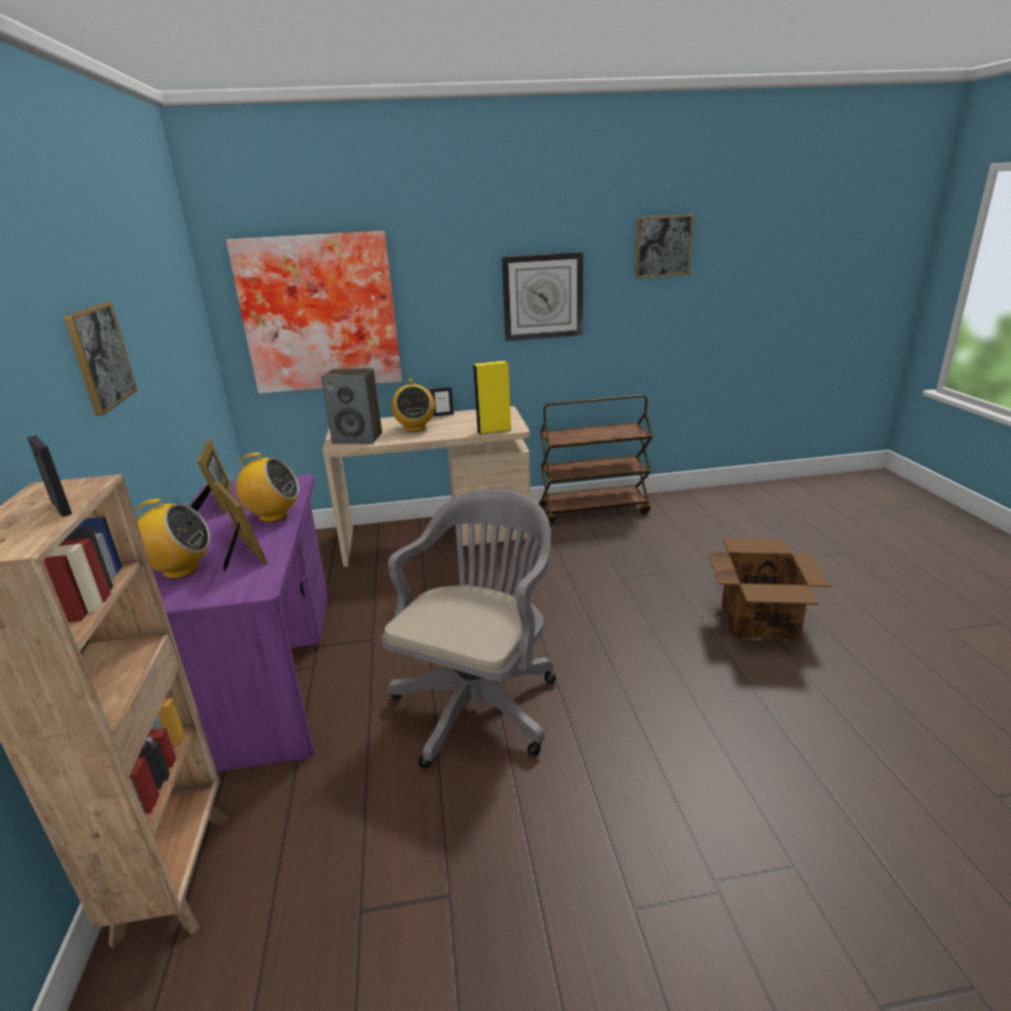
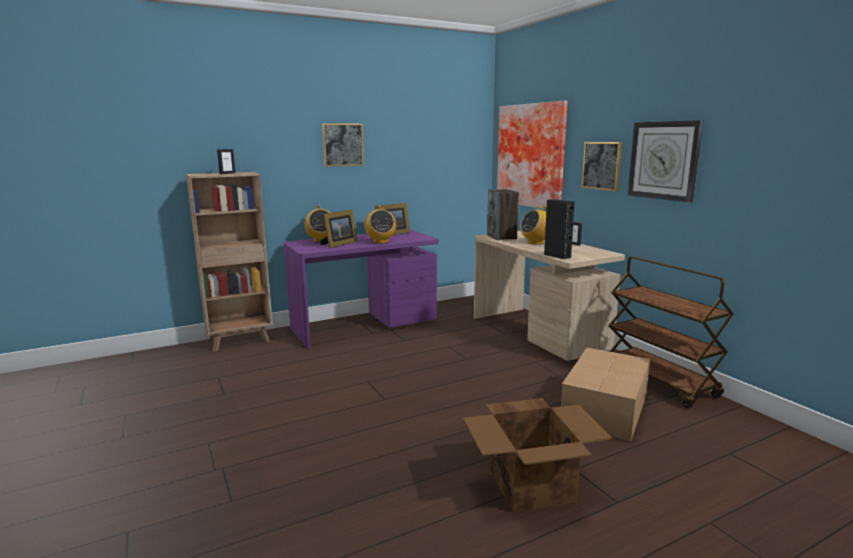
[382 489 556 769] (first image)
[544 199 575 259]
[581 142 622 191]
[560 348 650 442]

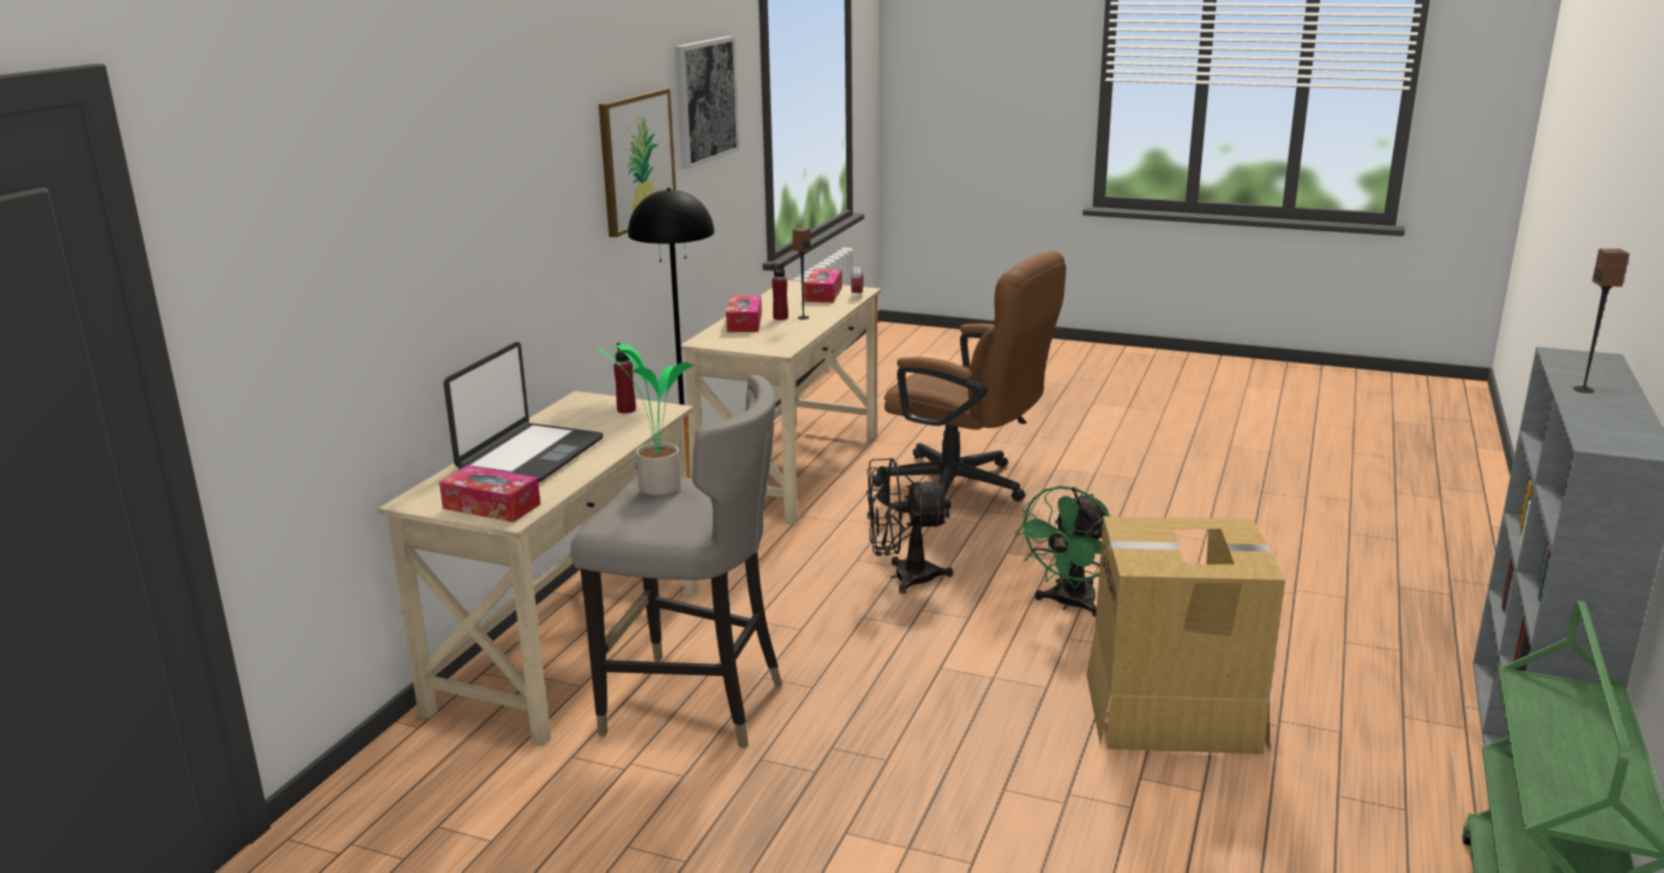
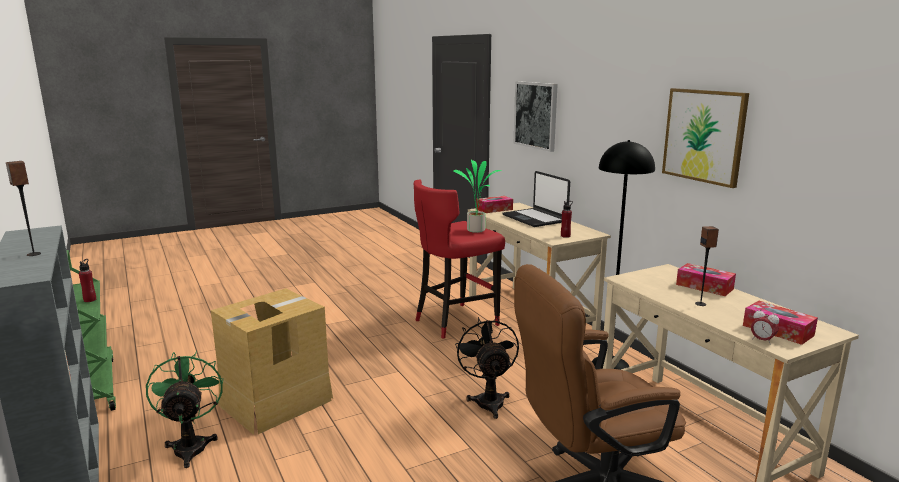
[414 180 505 339]
[513 81 558 152]
[79 259 96 302]
[455 317 519 419]
[146 351 223 468]

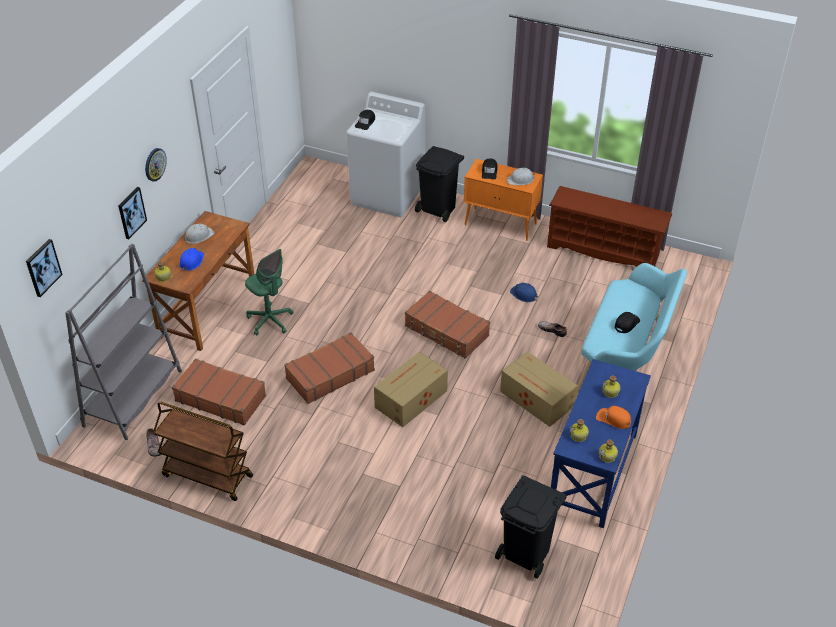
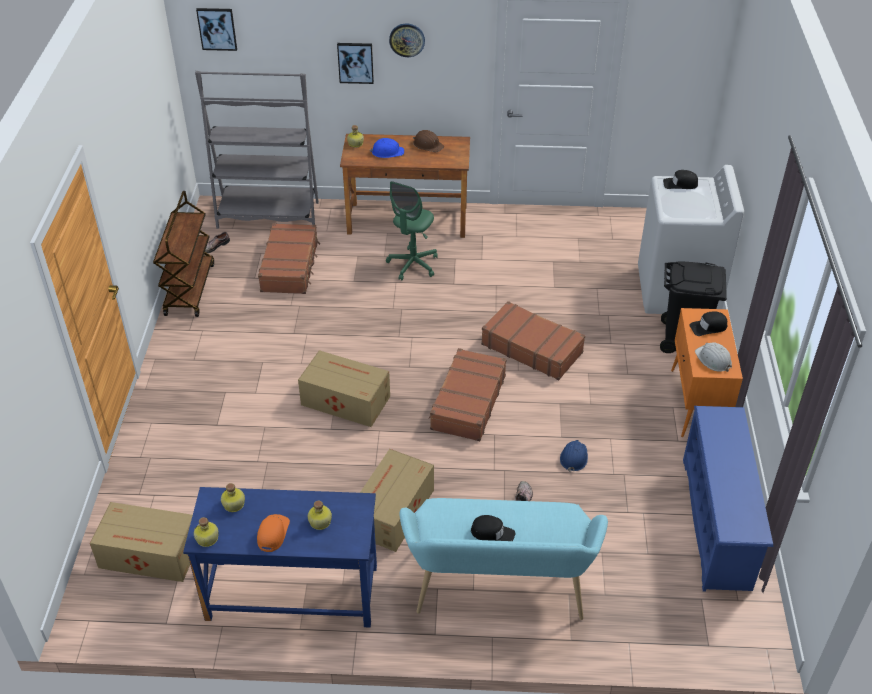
[413 130 444 152]
[481 301 585 380]
[90 502 193 582]
[683 406 773 592]

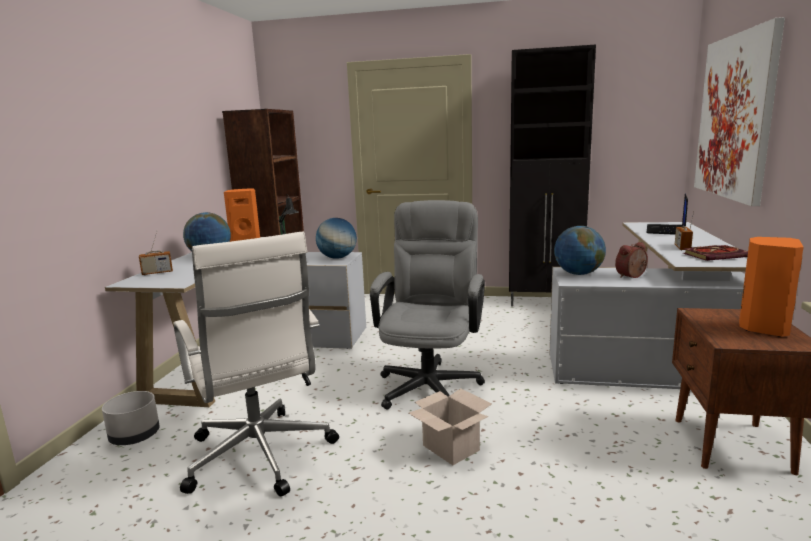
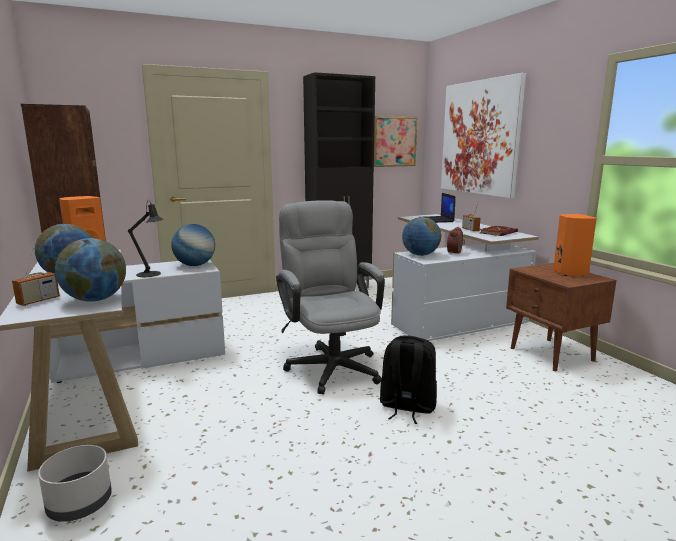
[173 231 339 497] (first image)
[380 336 437 424]
[55 238 126 302]
[374 116 418 167]

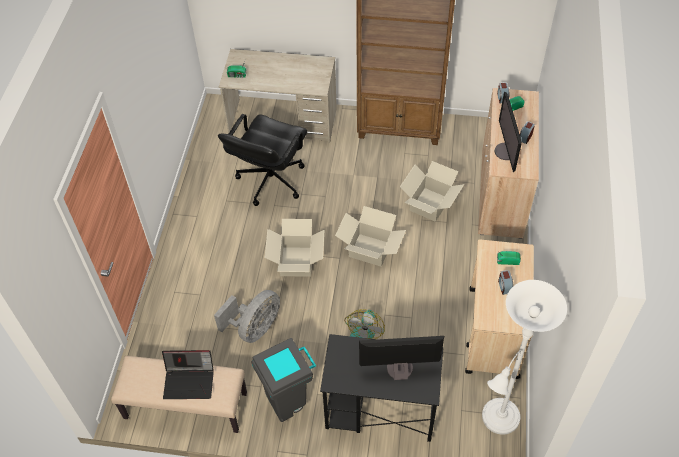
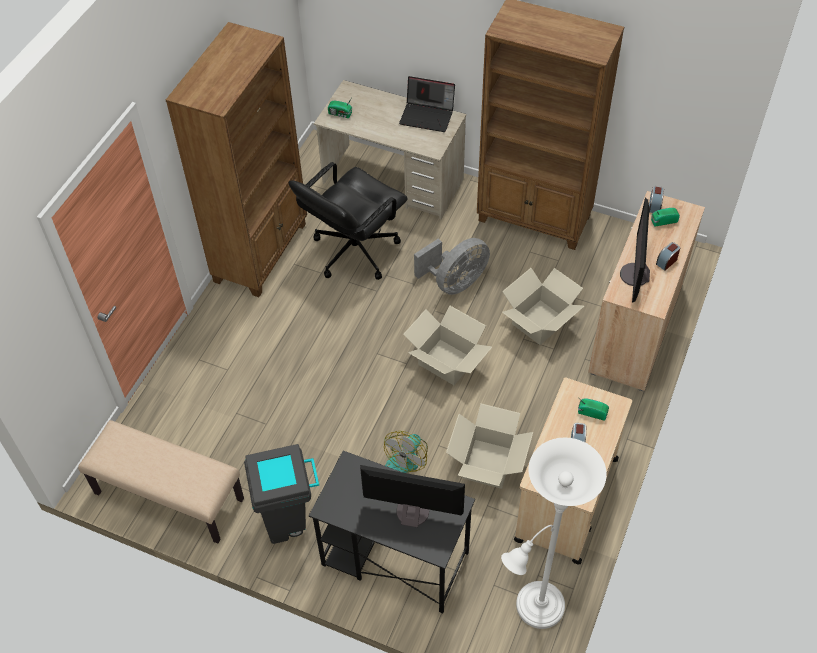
[399 76 455 132]
[414 238 490 295]
[446 403 533 489]
[166 22 307 297]

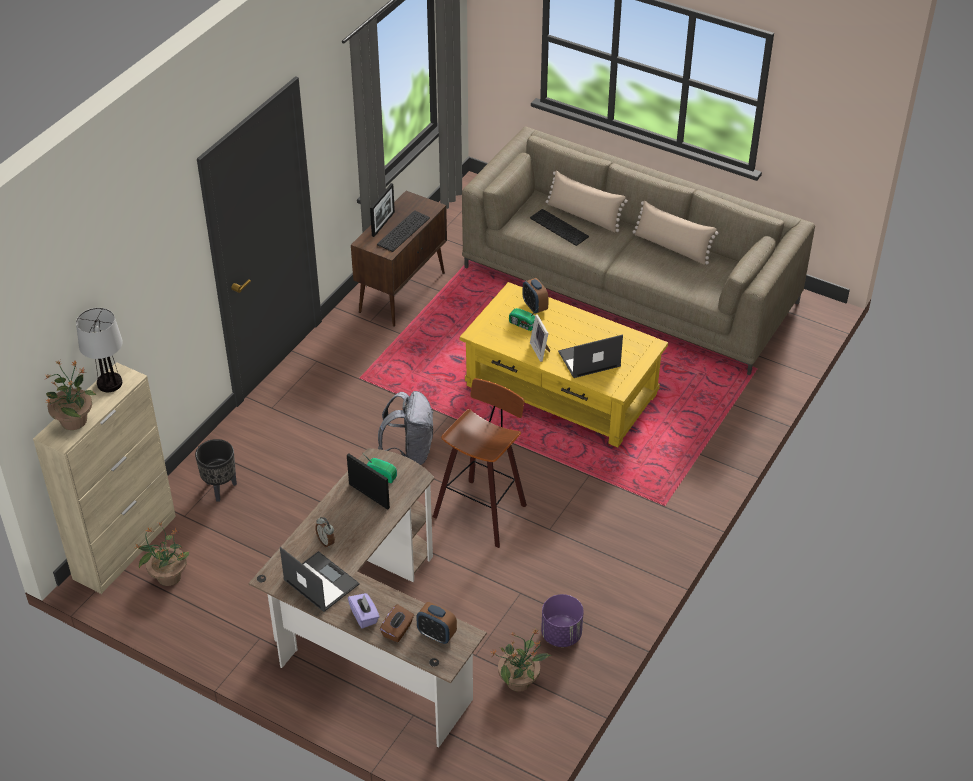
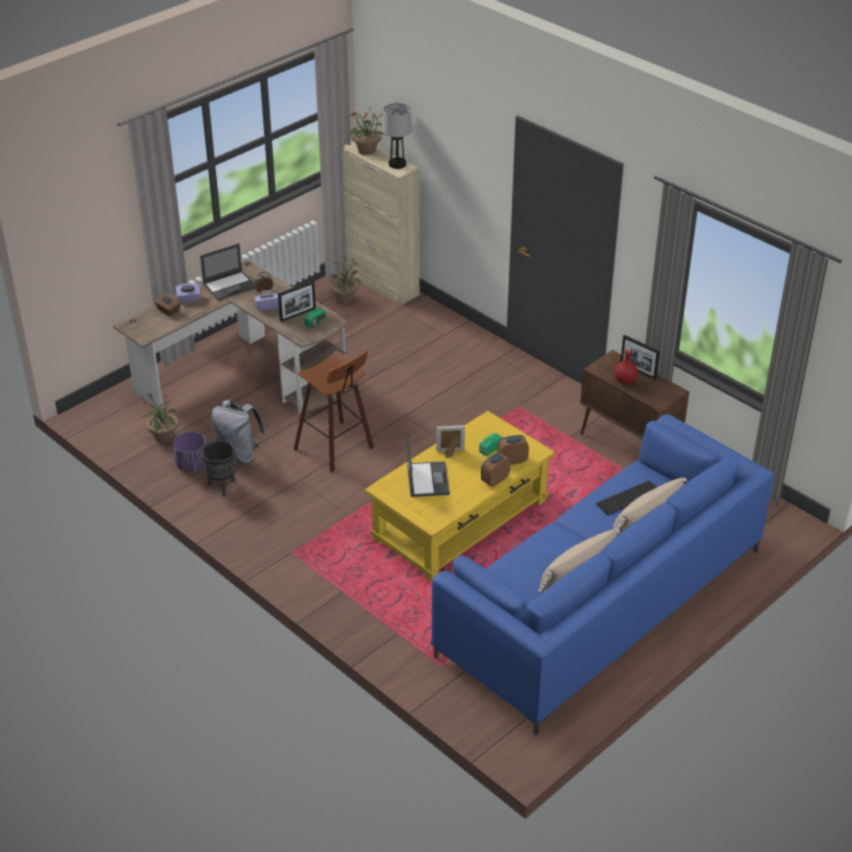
[202 441 236 496]
[614 348 638 384]
[211 400 265 464]
[481 452 511 487]
[431 414 774 735]
[254 290 279 311]

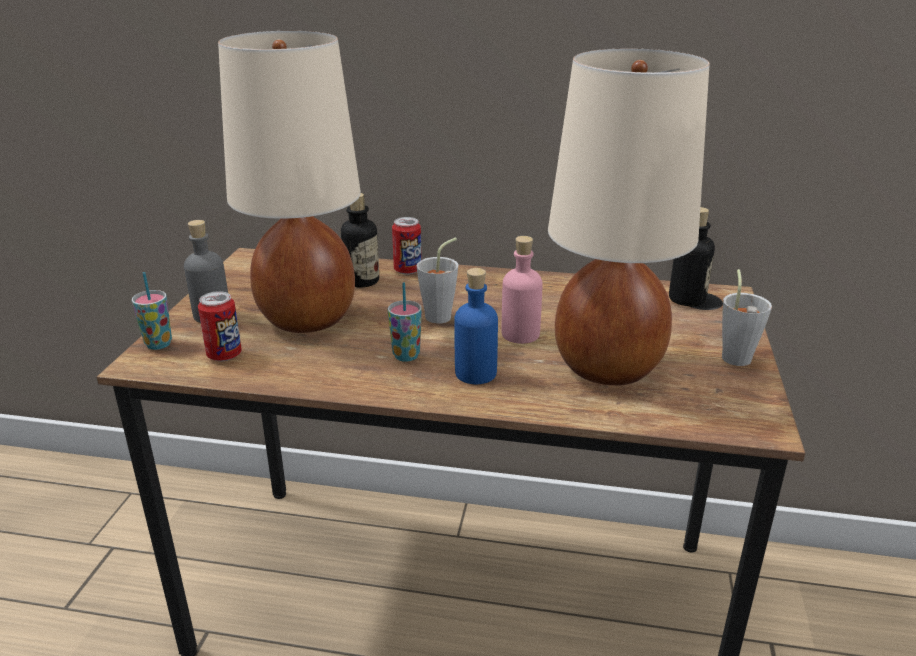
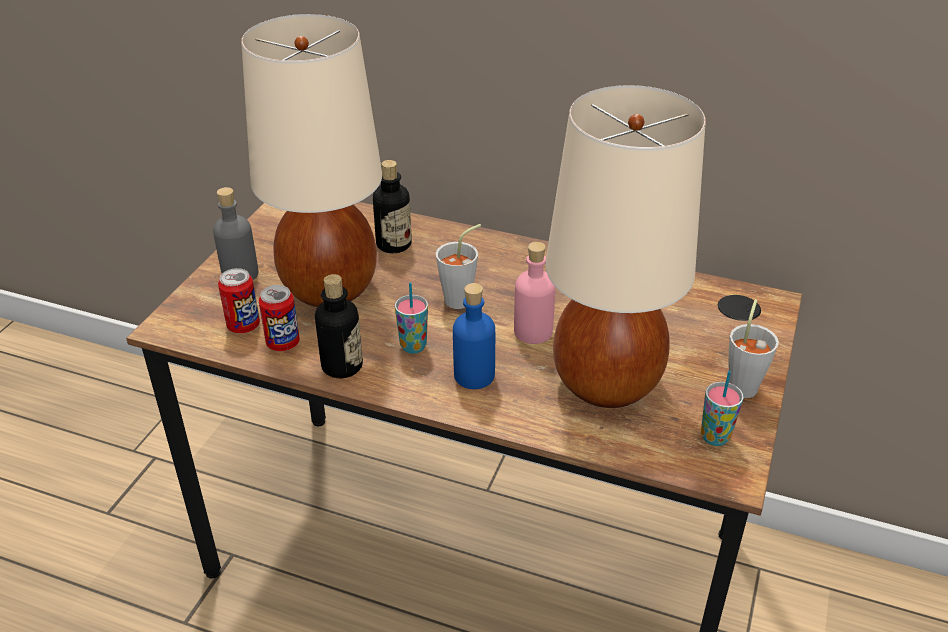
[701 371 744 446]
[259 285 300 351]
[315 274 363 378]

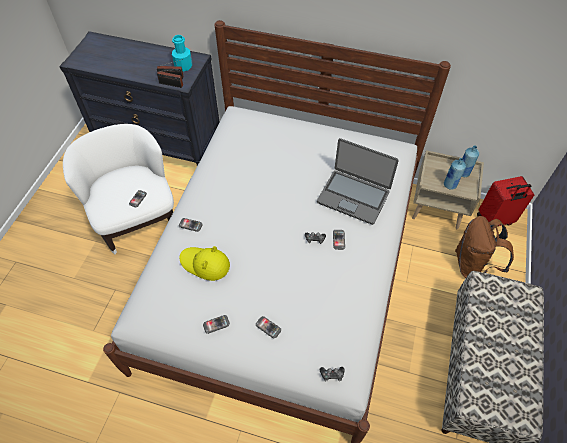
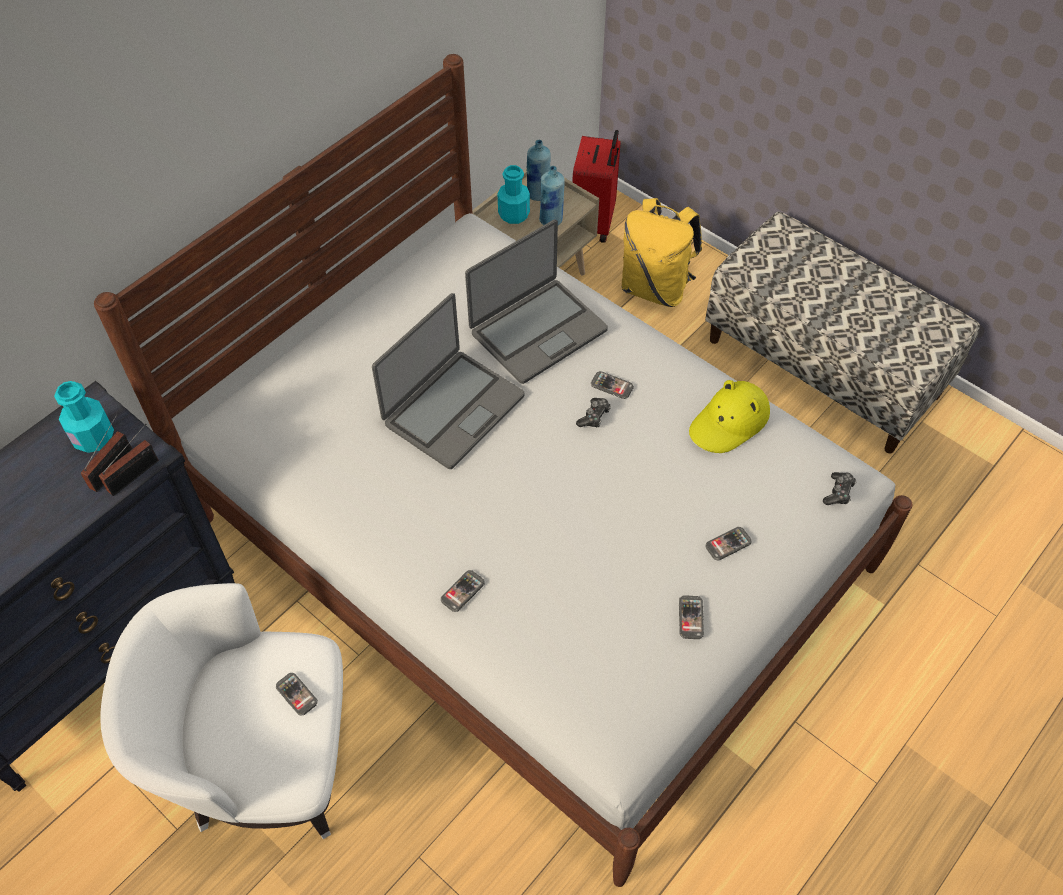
[689 380 770 453]
[621 198 702 307]
[372 293 524 469]
[497 165 530 224]

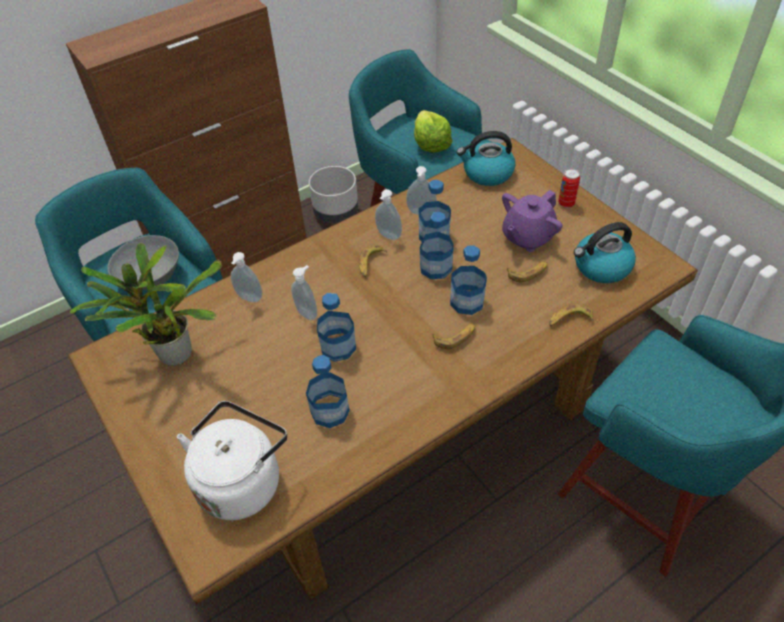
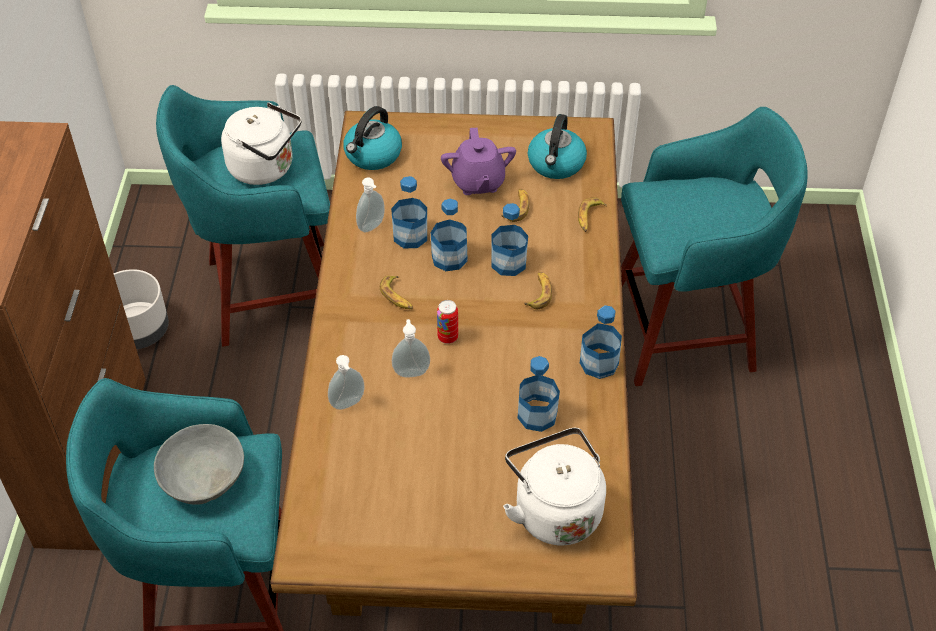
[70 243 222 366] (first image)
[580 305 622 379]
[375 189 402 240] (first image)
[221 103 302 185]
[437 300 458 344]

